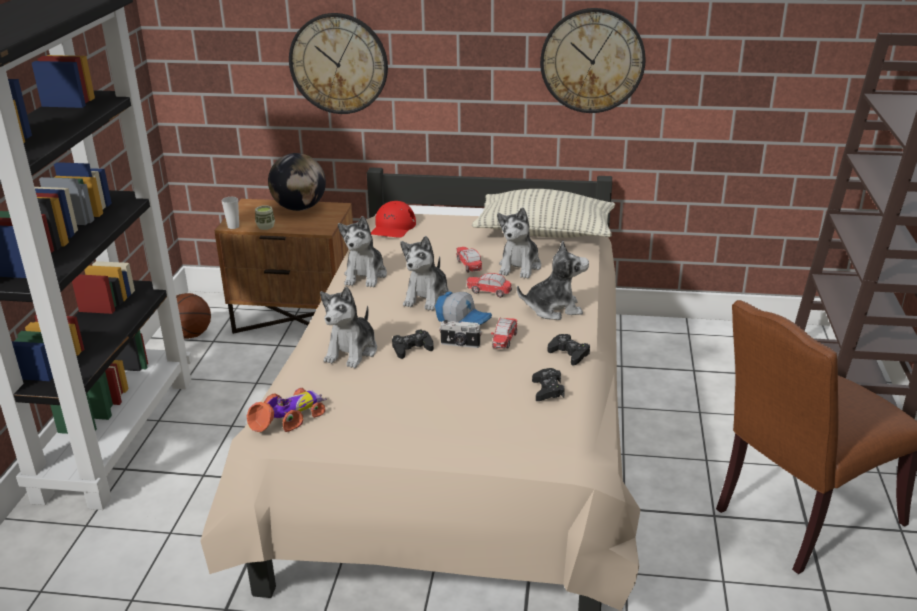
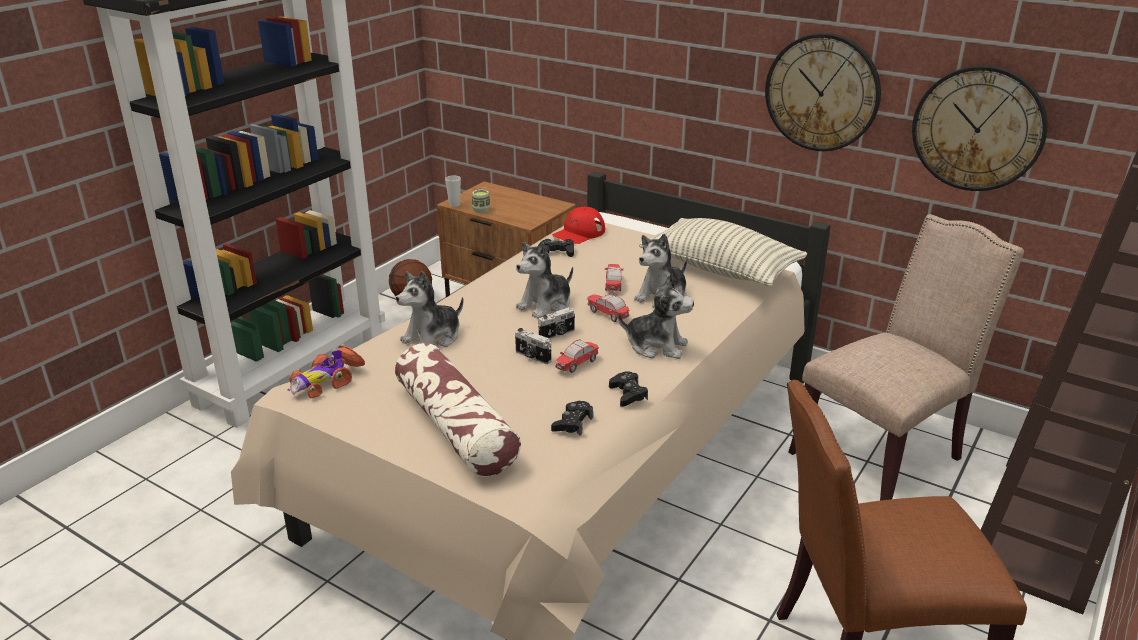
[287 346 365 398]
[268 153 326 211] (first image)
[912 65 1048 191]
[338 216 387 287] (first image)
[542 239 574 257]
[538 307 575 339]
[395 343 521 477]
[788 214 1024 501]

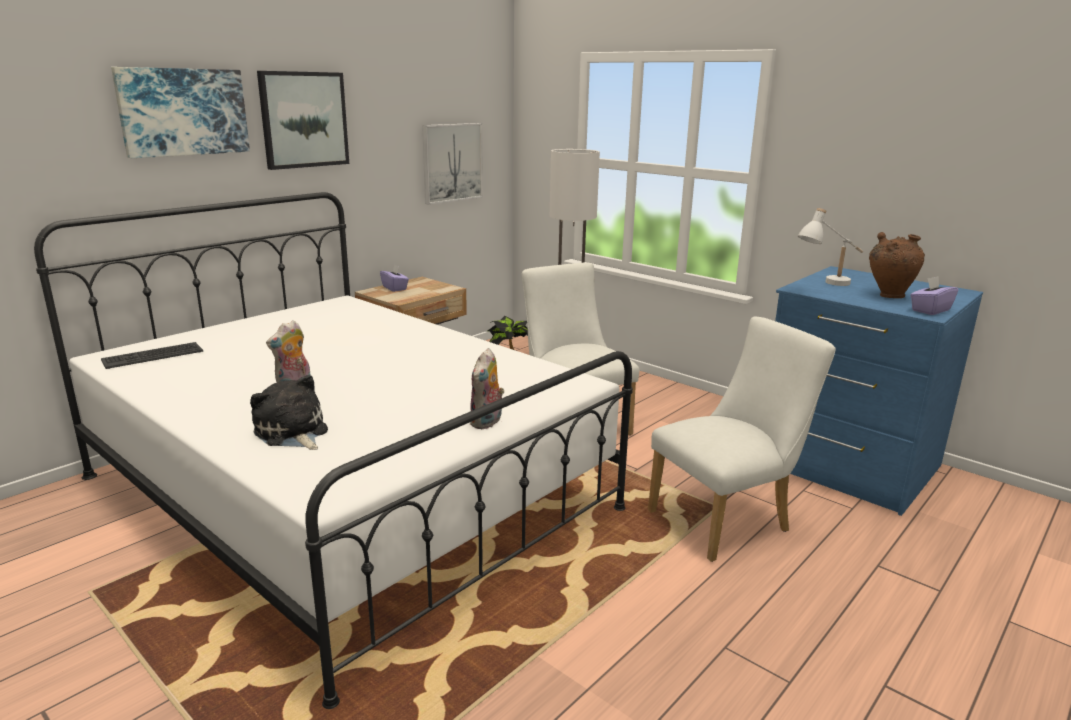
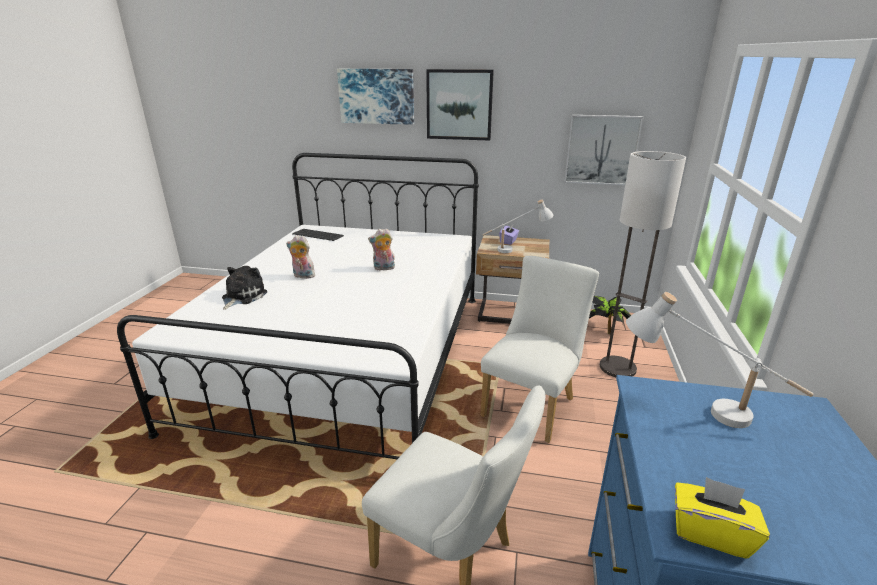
[368 228 395 270]
[869 232 925 298] (first image)
[675 477 770 558]
[482 199 554 253]

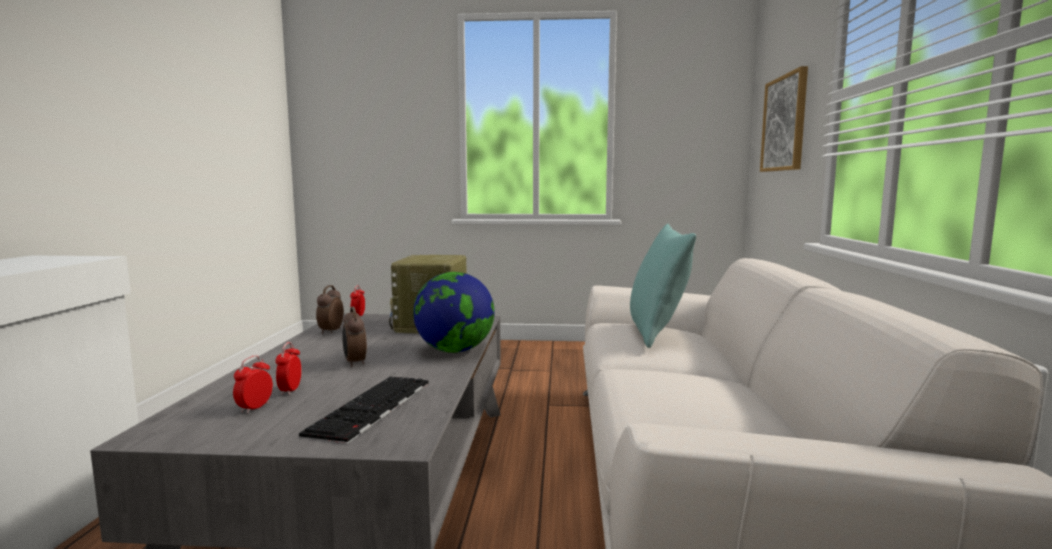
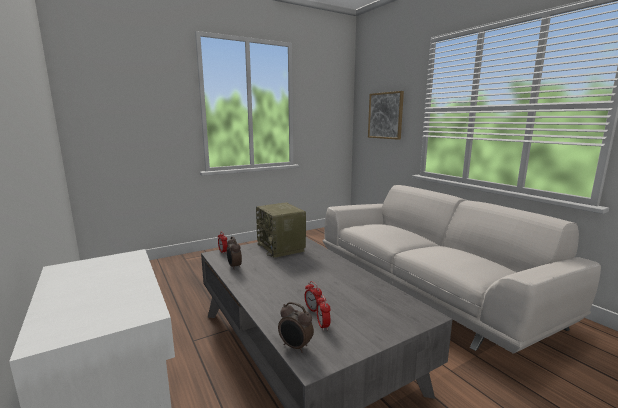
[299 376 429 444] (first image)
[278 302 314 353]
[413 272 495 353] (first image)
[630 224 696 348] (first image)

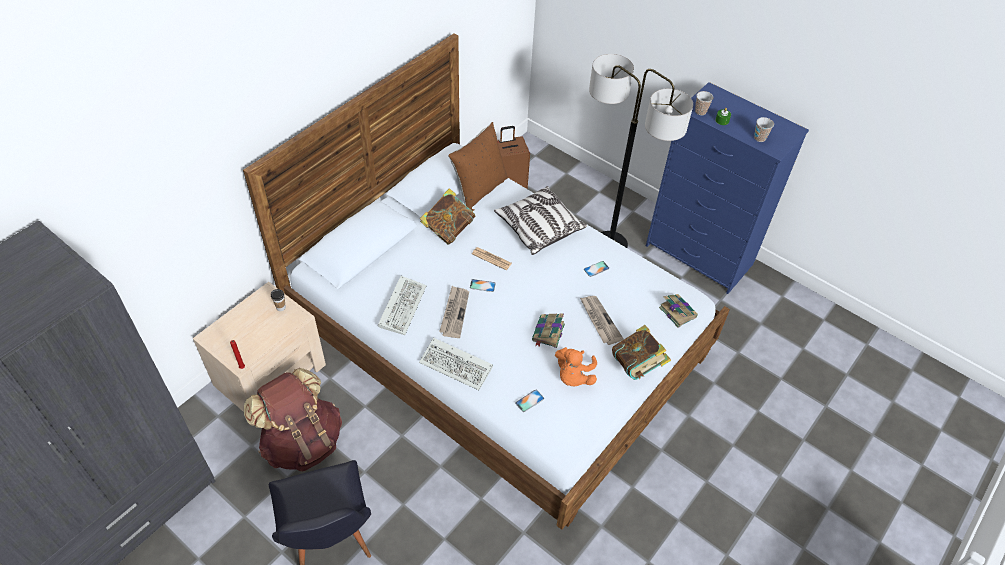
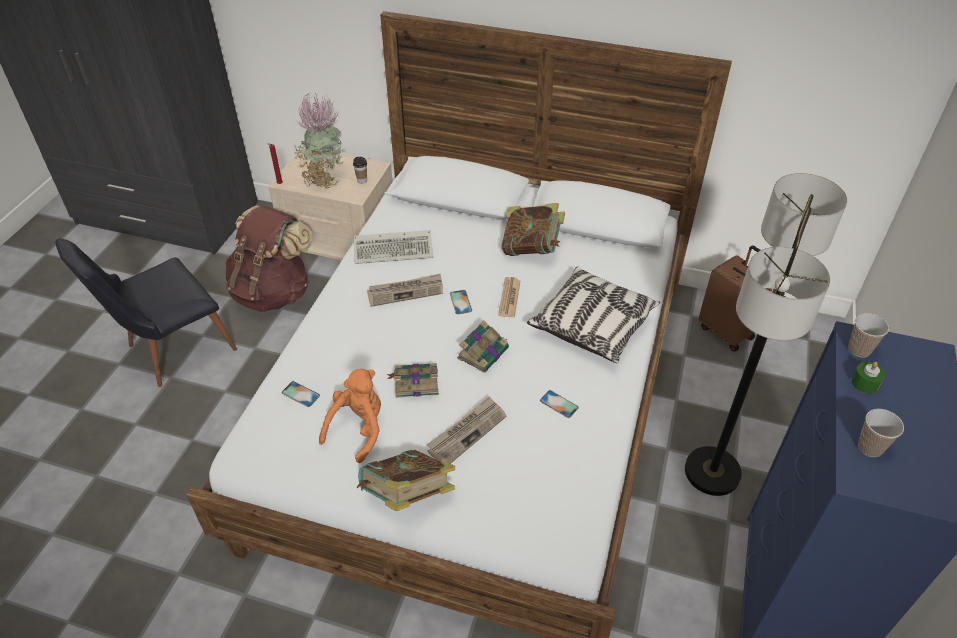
[419 338 493 390] (first image)
[448 122 508 208] (first image)
[319 369 381 463]
[457 320 509 373]
[294 93 345 189]

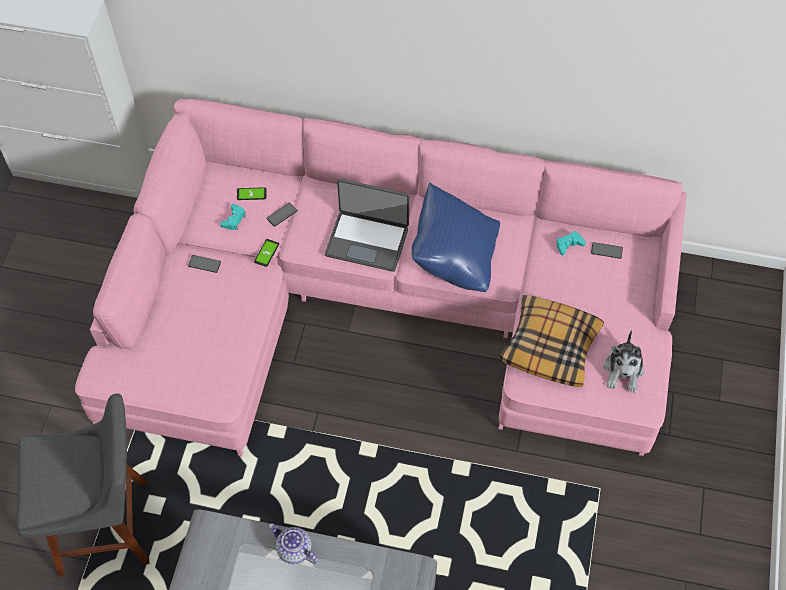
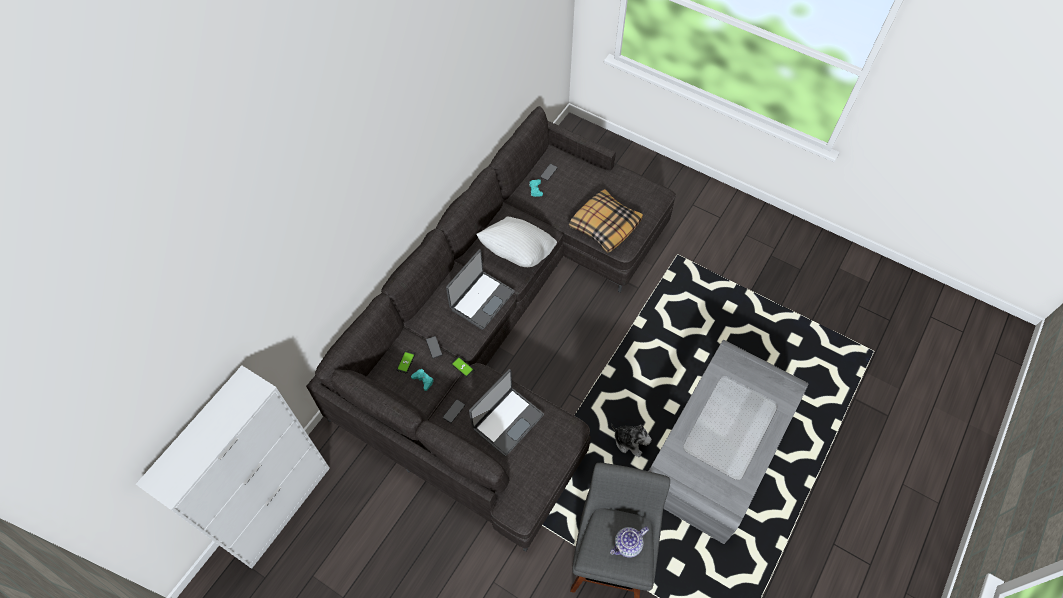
[306 106 676 552]
[610 526 649 558]
[476 217 557 267]
[611 424 652 457]
[469 369 544 456]

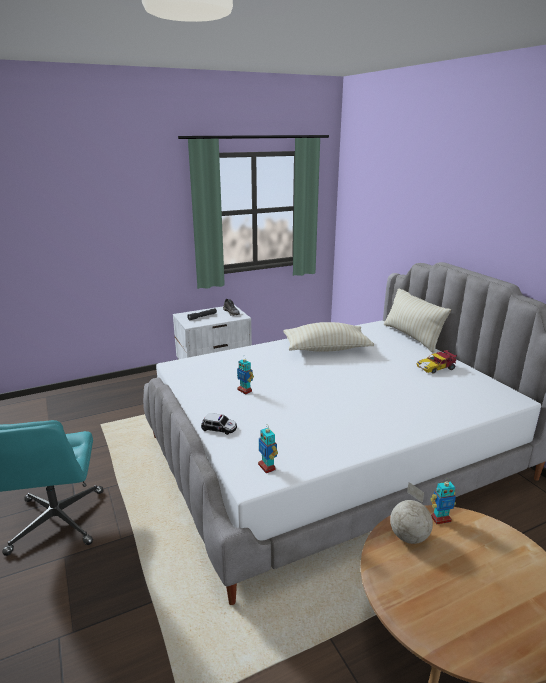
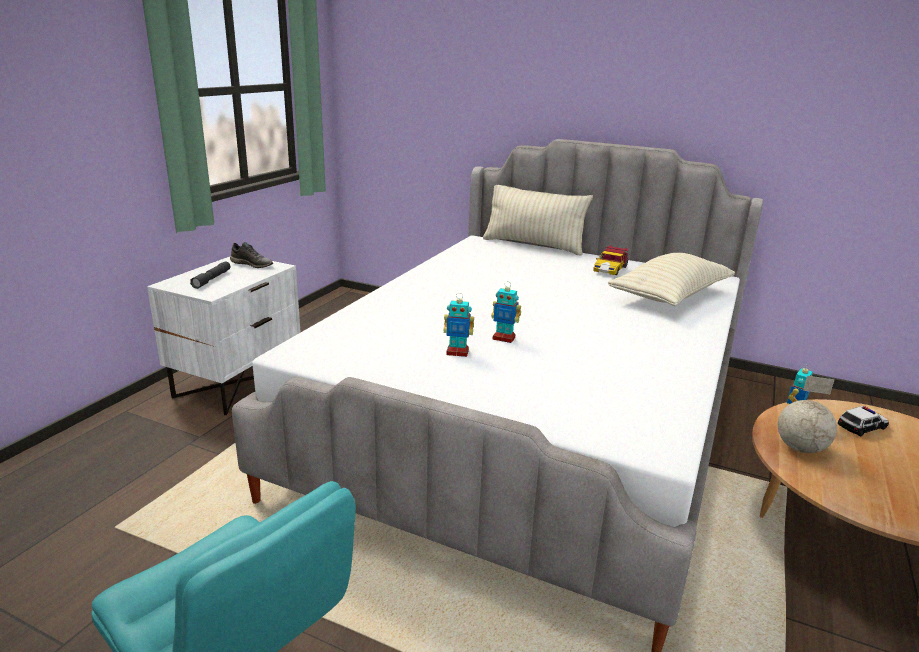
[838 406 889 437]
[491 281 521 343]
[608 253 735 306]

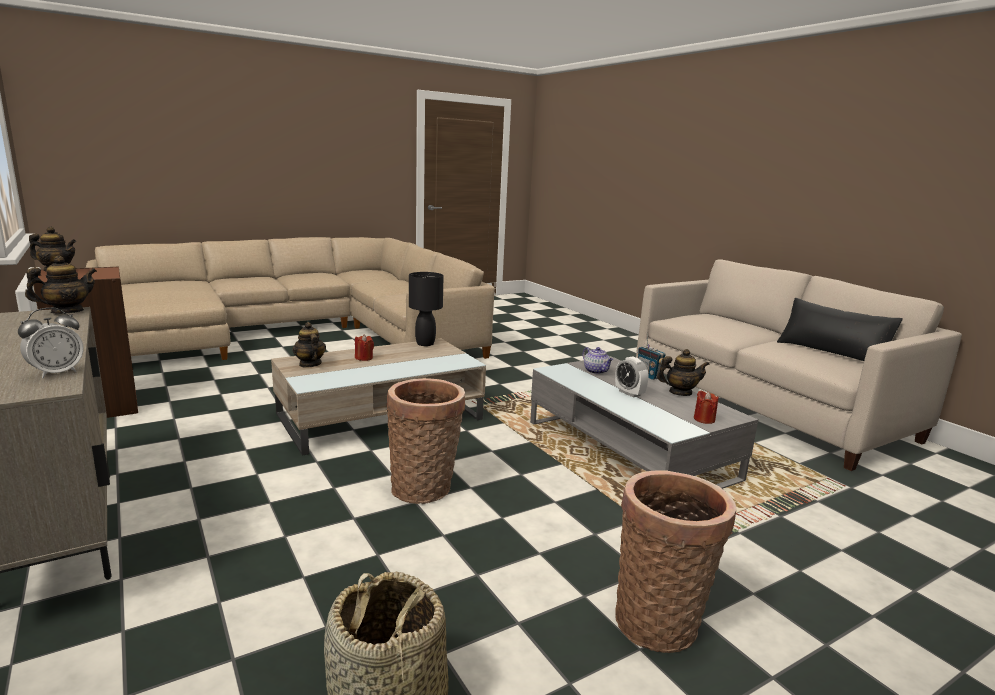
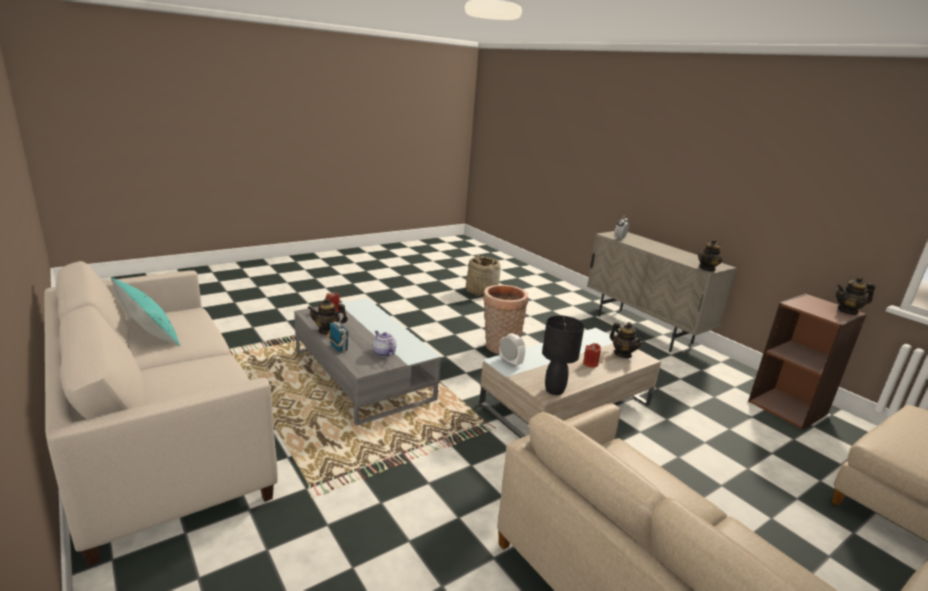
[500 333 525 367]
[615 470 737 653] (first image)
[111 278 180 346]

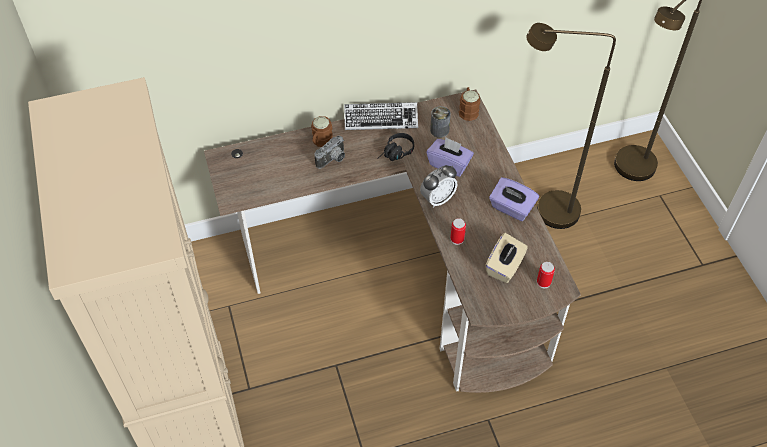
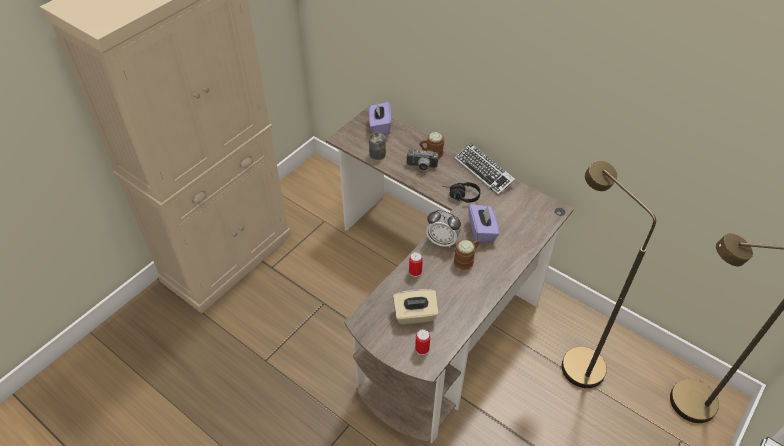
[369 133 386 160]
[454 240 479 270]
[369 102 391 134]

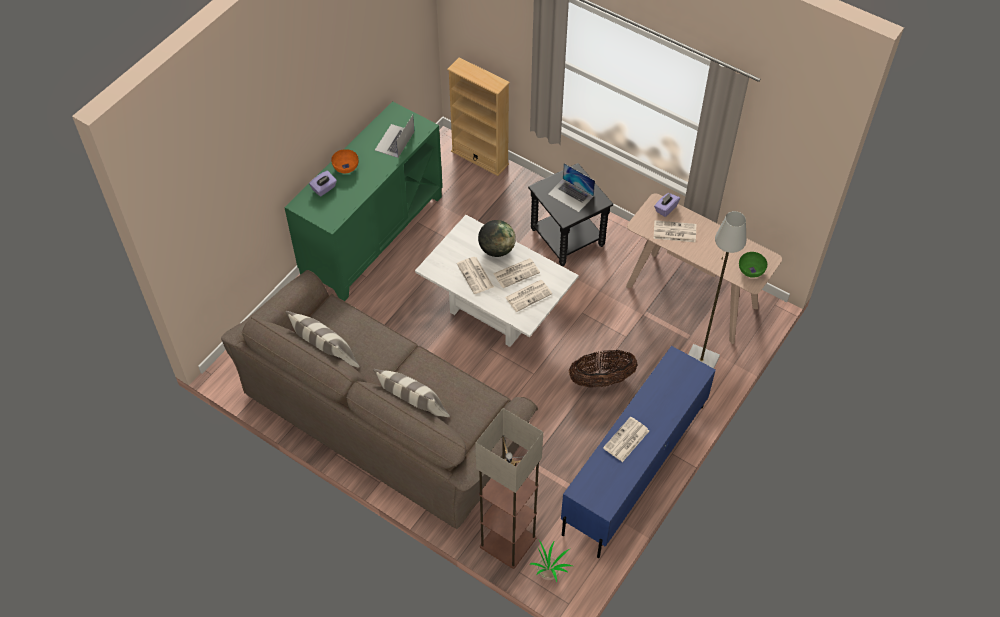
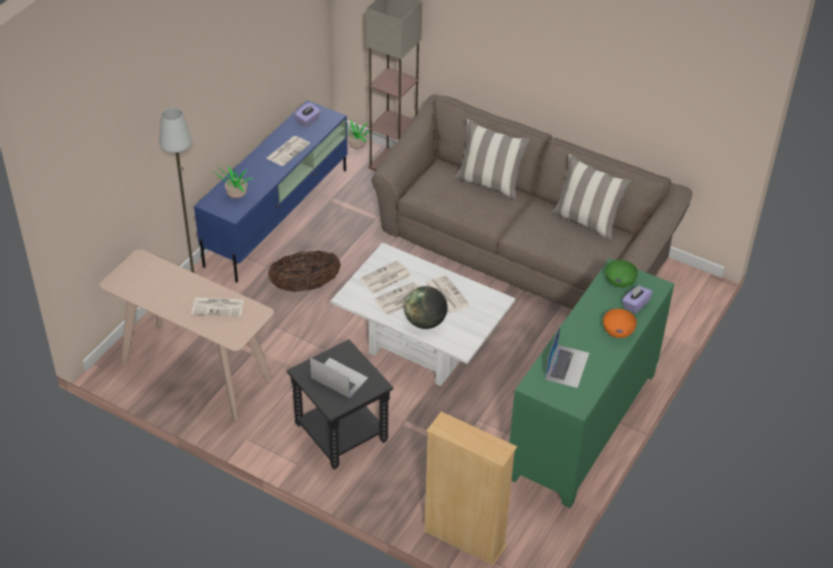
[294 102 321 127]
[605 260 638 288]
[213 166 254 198]

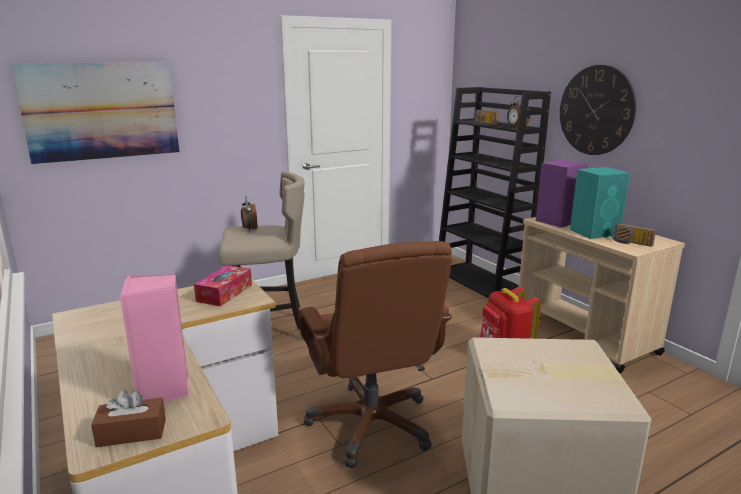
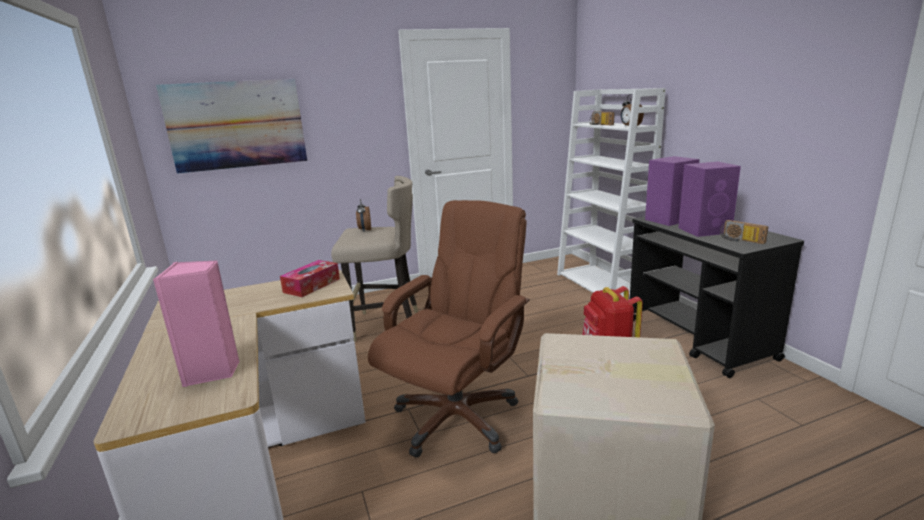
[91 389 166 447] (first image)
[368 200 530 458]
[557 88 666 299]
[630 217 804 378]
[560 65 636 155] (first image)
[678 162 741 237]

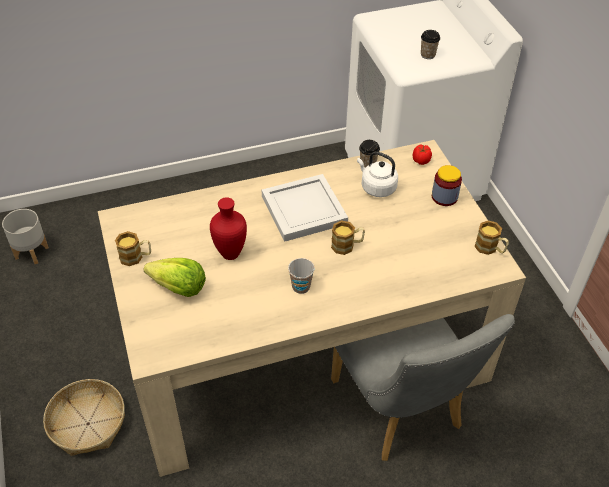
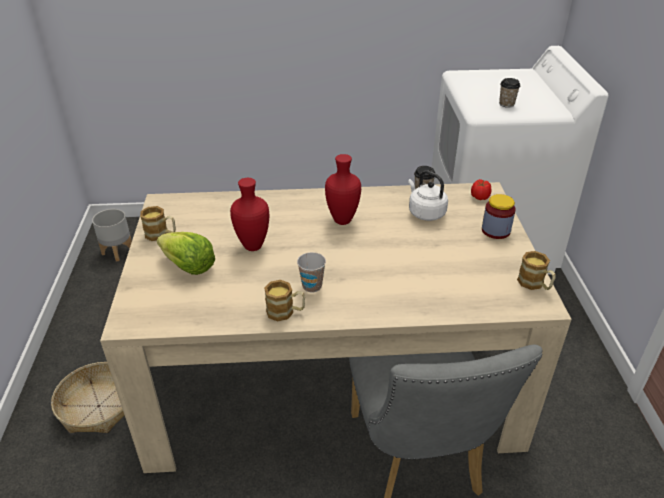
[325 154 361 225]
[264 280 305 322]

